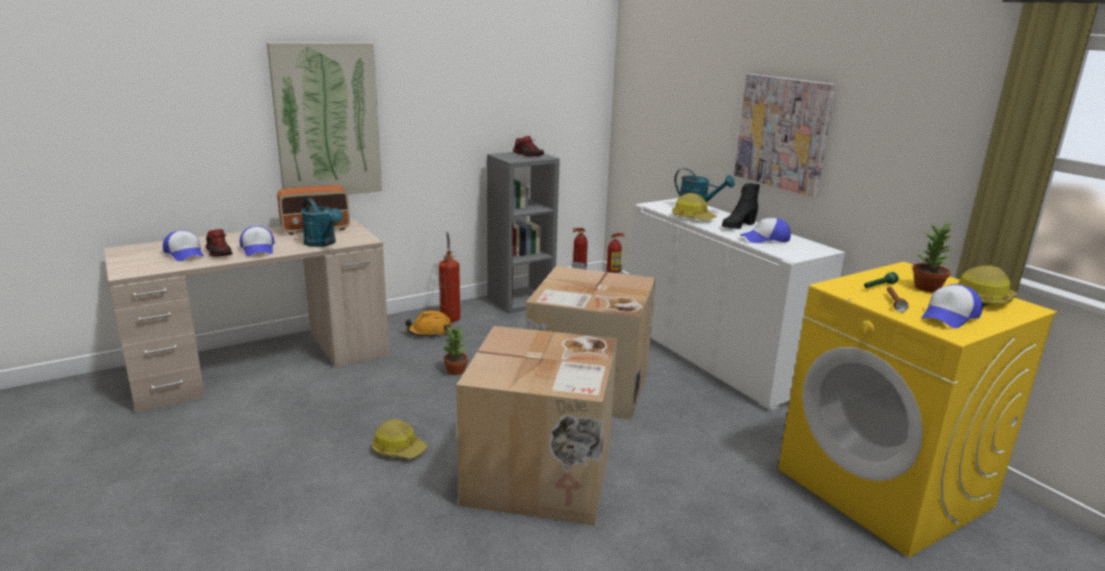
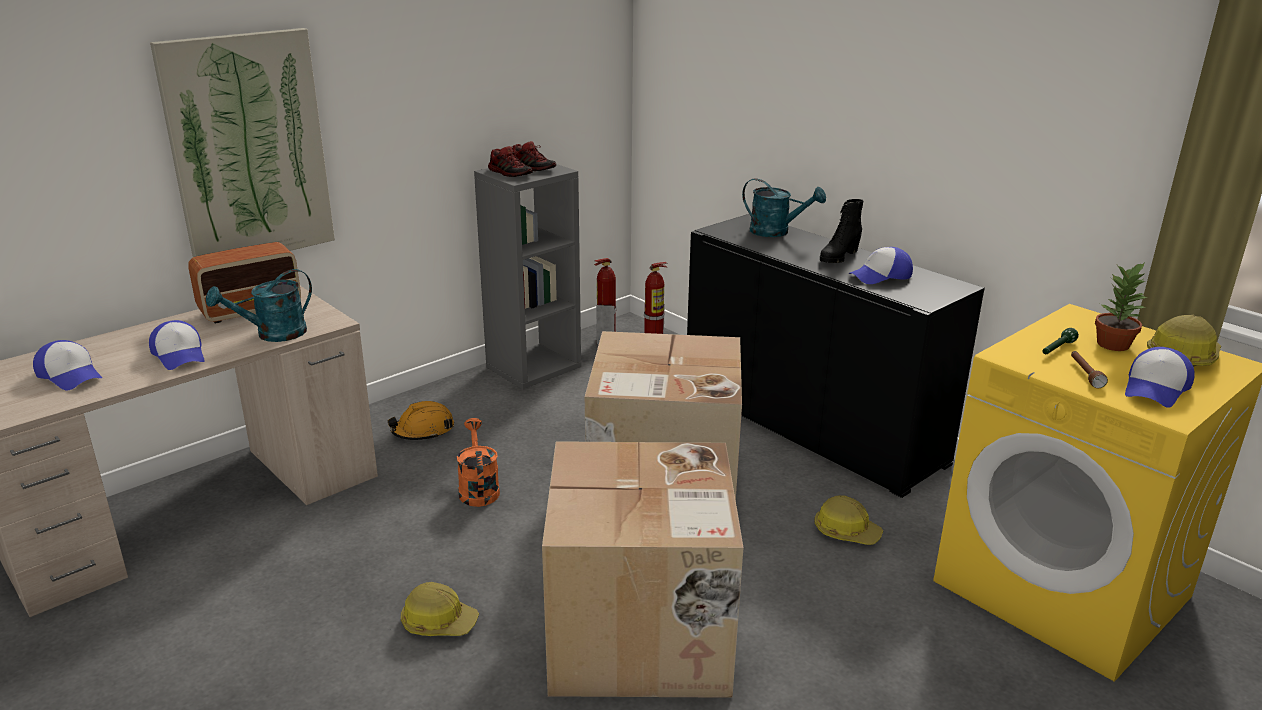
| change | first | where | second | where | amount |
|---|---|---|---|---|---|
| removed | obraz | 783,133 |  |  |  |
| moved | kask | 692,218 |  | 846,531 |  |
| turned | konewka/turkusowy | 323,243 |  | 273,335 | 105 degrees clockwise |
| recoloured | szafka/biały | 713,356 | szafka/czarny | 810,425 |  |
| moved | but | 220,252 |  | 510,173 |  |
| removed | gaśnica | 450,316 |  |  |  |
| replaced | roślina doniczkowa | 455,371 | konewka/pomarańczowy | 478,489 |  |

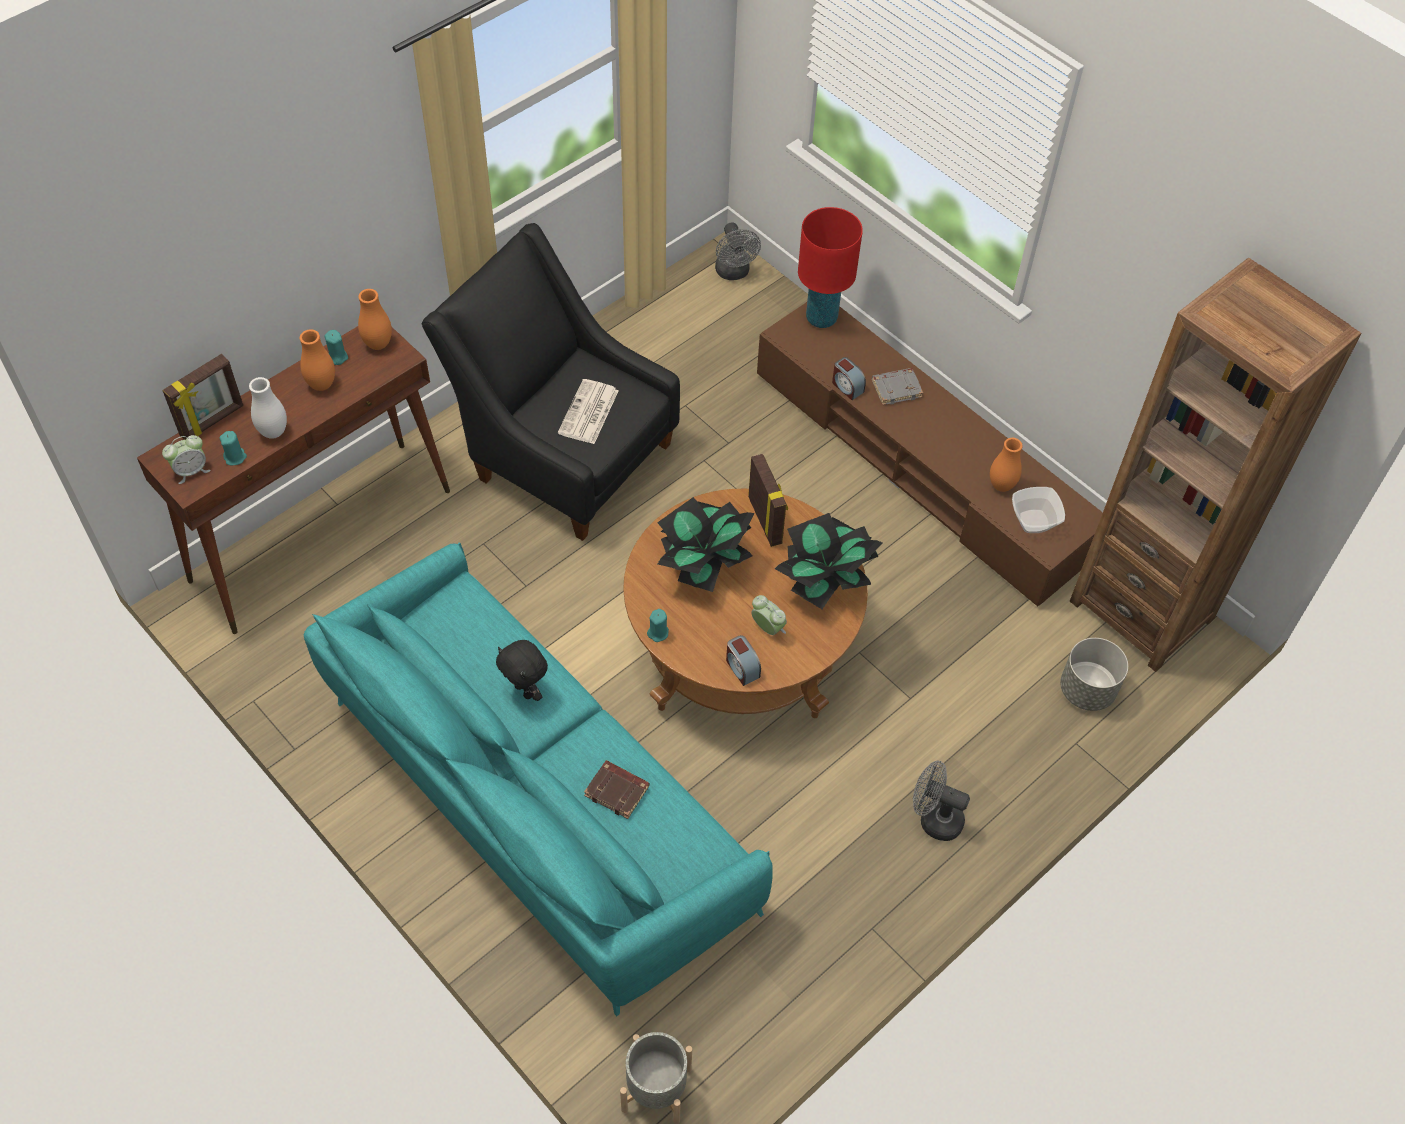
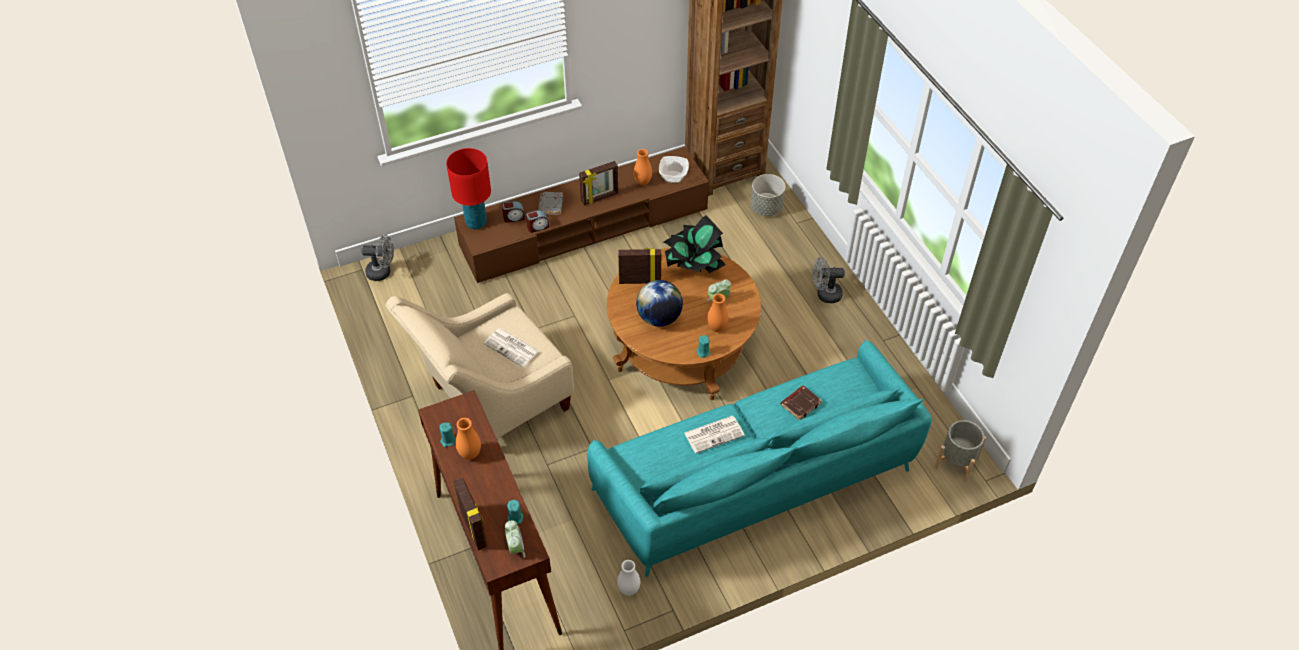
| change | first | where | second | where | amount |
|---|---|---|---|---|---|
| recoloured | fotel/czarny | 563,454 | fotel/beżowy | 492,402 |  |
| moved | wazon/pomarańczowy | 378,344 |  | 717,328 |  |
| moved | wazon/biały | 273,432 |  | 629,590 |  |
| replaced | roślina doniczkowa | 703,562 | globus | 659,318 |  |
| moved | budzik | 742,668 |  | 514,217 |  |
| replaced | pluszak/czarny | 525,690 | gazeta | 714,434 |  |
| turned | wentylator/szary | 934,818 |  | 825,294 | 45 degrees clockwise |
| added |  |  | ramka na zdjęcie | 600,198 |  |

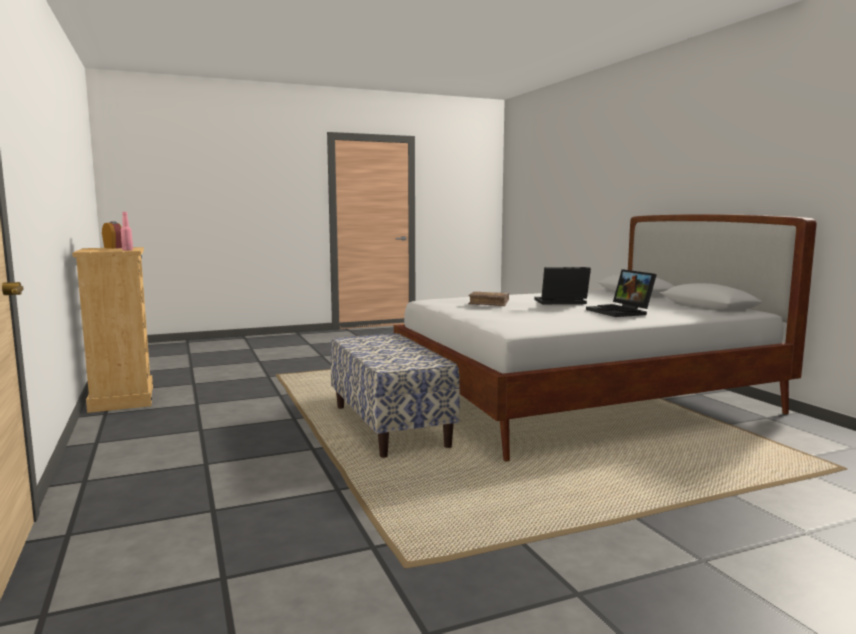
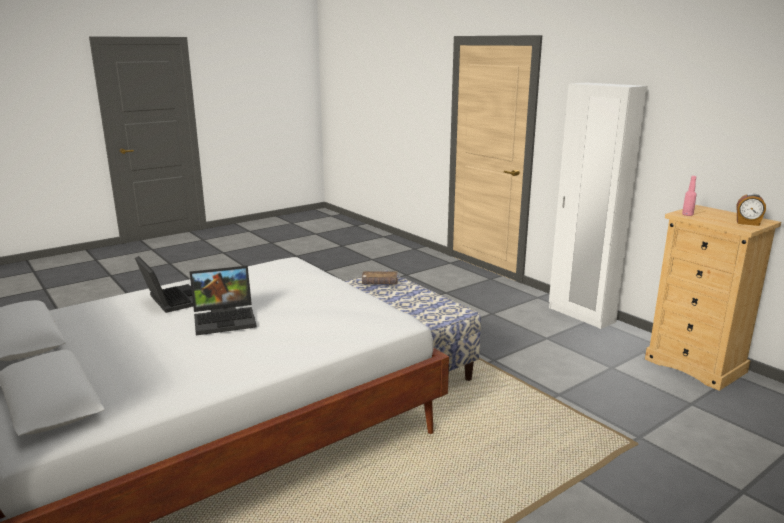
| change | first | where | second | where | amount |
|---|---|---|---|---|---|
| moved | książka/brązowy | 489,303 |  | 379,283 |  |
| added |  |  | szafa/biały | 581,315 |  |

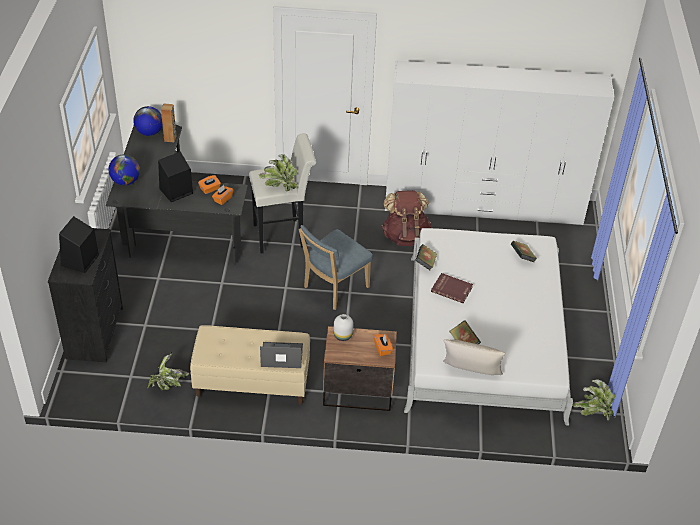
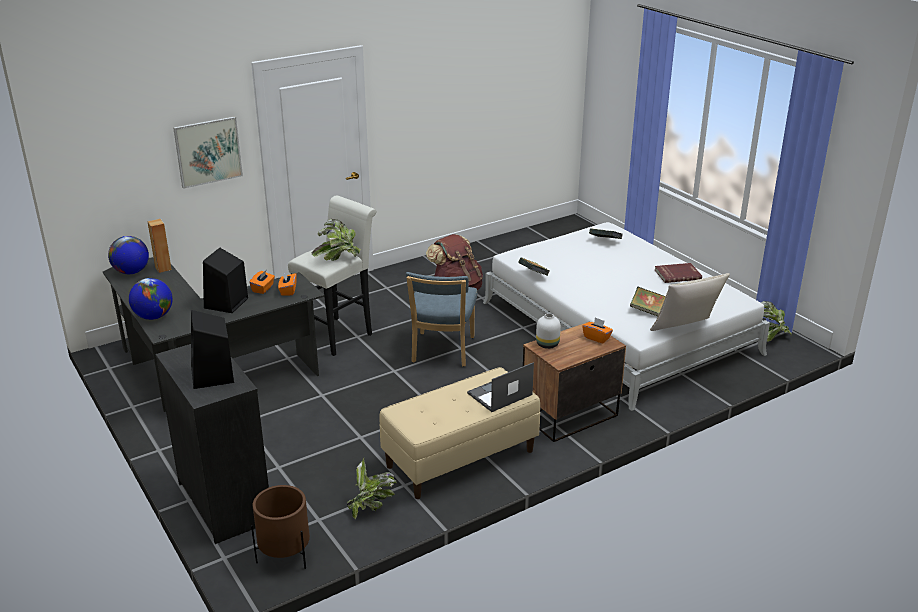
| change | first | where | second | where | amount |
|---|---|---|---|---|---|
| removed | szafa/biały | 483,207 |  |  |  |
| moved | książka/czerwony | 452,289 |  | 677,274 |  |
| added |  |  | obraz | 208,151 |  |
| added |  |  | donica/brązowy | 285,555 |  |

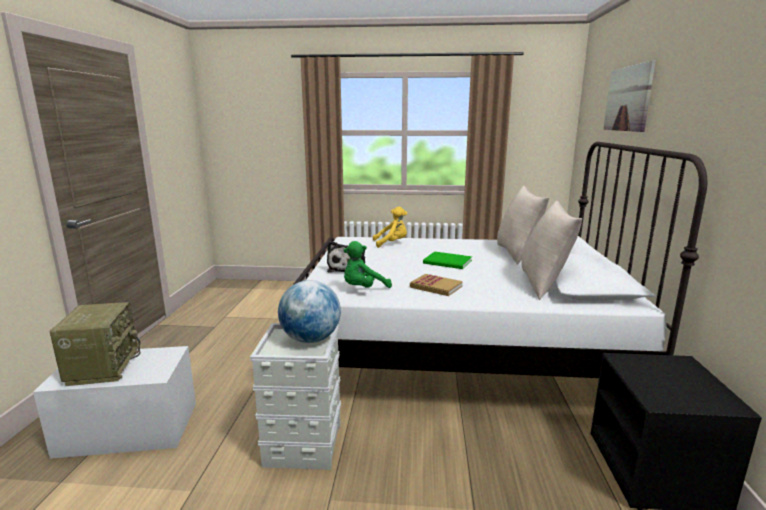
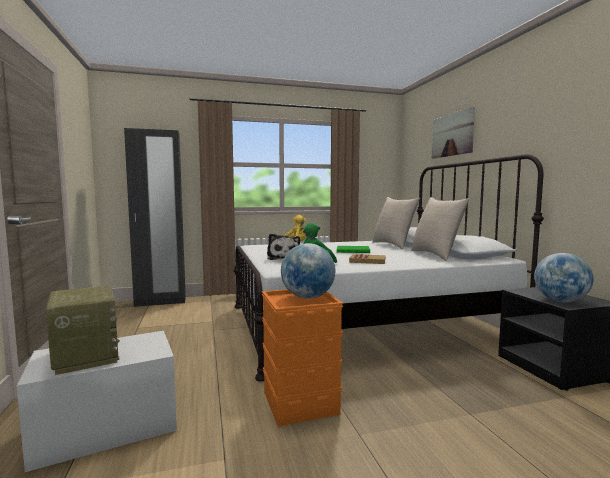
| change | first | where | second | where | amount |
|---|---|---|---|---|---|
| recoloured | pojemnik do przechowywania/szary | 302,444 | pojemnik do przechowywania/pomarańczowy | 299,402 |  |
| added |  |  | szafa/czarny | 160,302 |  |
| added |  |  | globus | 560,301 |  |

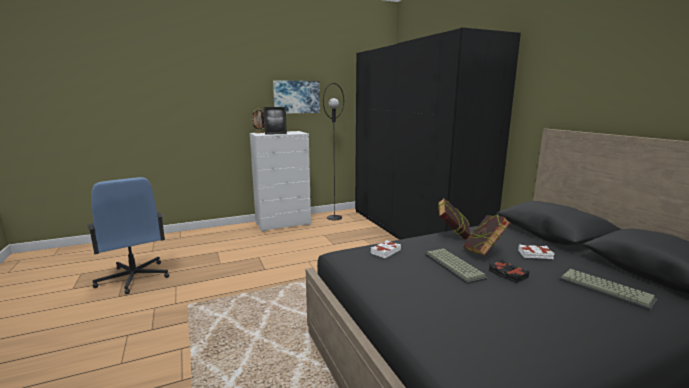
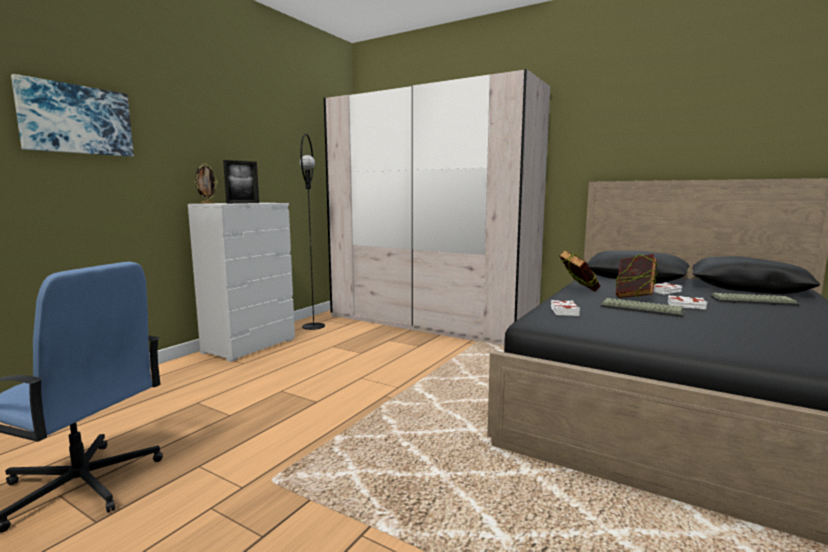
| change | first | where | second | where | amount |
|---|---|---|---|---|---|
| recoloured | szafa/czarny | 413,231 | szafa/beżowy | 429,322 |  |
| moved | obraz | 296,97 |  | 76,119 |  |
| recoloured | książka/czarny | 508,274 | książka/biały | 686,306 |  |

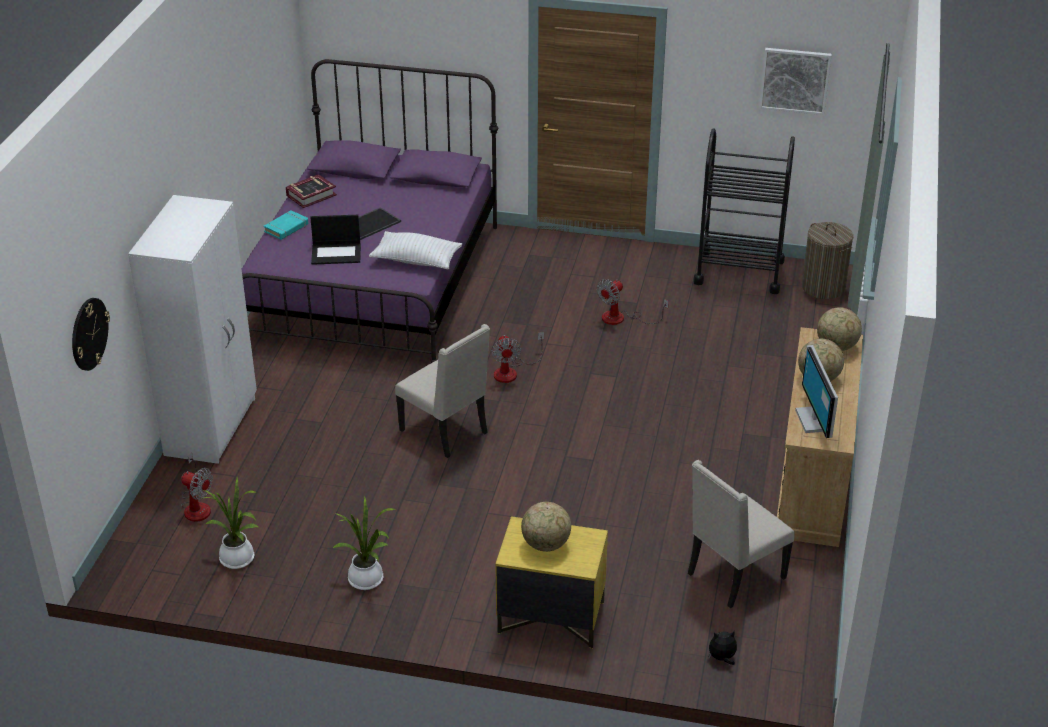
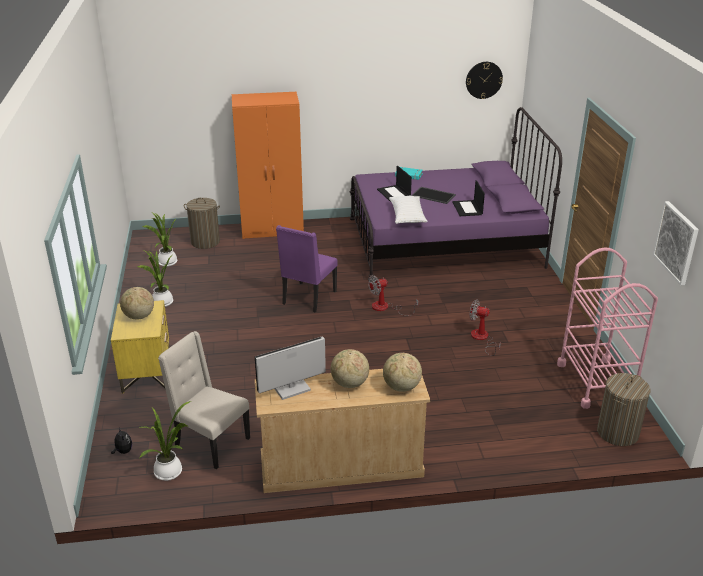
| change | first | where | second | where | amount |
|---|---|---|---|---|---|
| recoloured | wózek/czarny | 739,272 | wózek/różowy | 596,382 |  |
| removed | książka | 311,195 |  |  |  |
| recoloured | szafa/biały | 212,426 | szafa/pomarańczowy | 273,229 |  |
| moved | zegar ścienny | 89,334 |  | 484,80 |  |
| recoloured | krzesło/beżowy | 446,432 | krzesło/fioletowy | 308,298 |  |
| replaced | wentylator | 197,506 | kosz na pranie | 205,242 |  |
| added |  |  | laptop | 467,208 |  |
| added |  |  | roślina doniczkowa | 170,472 |  |

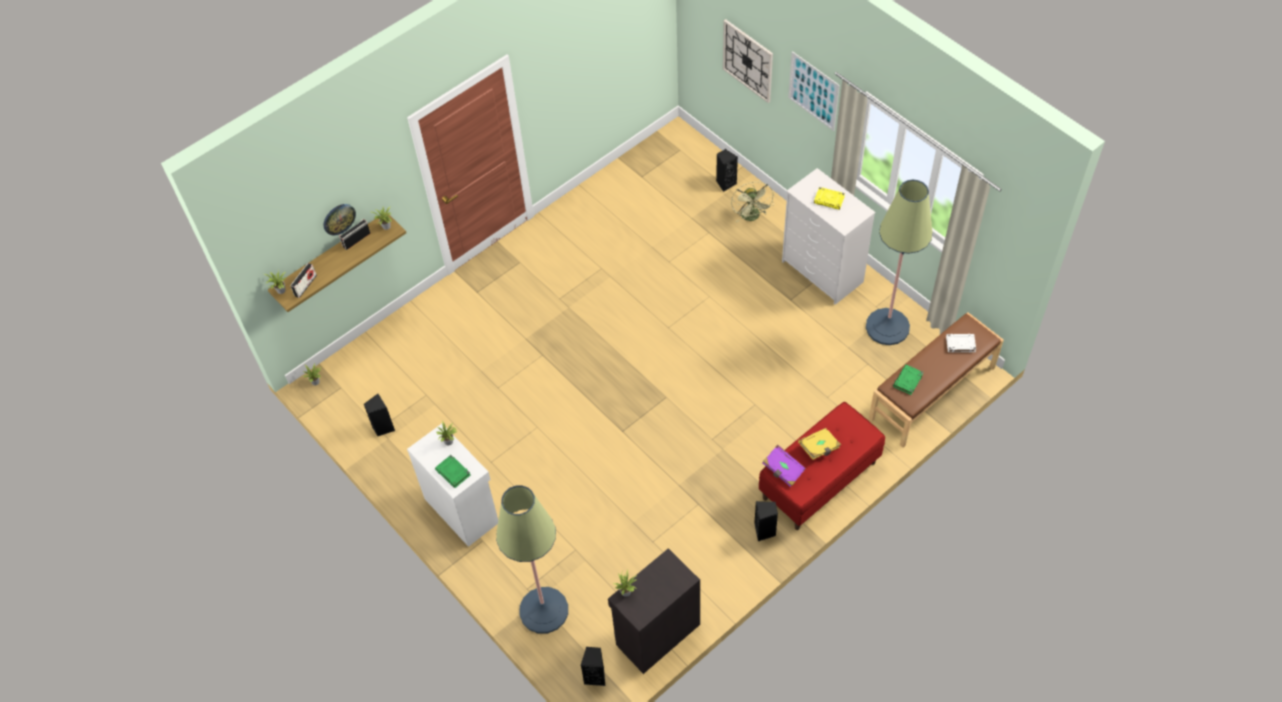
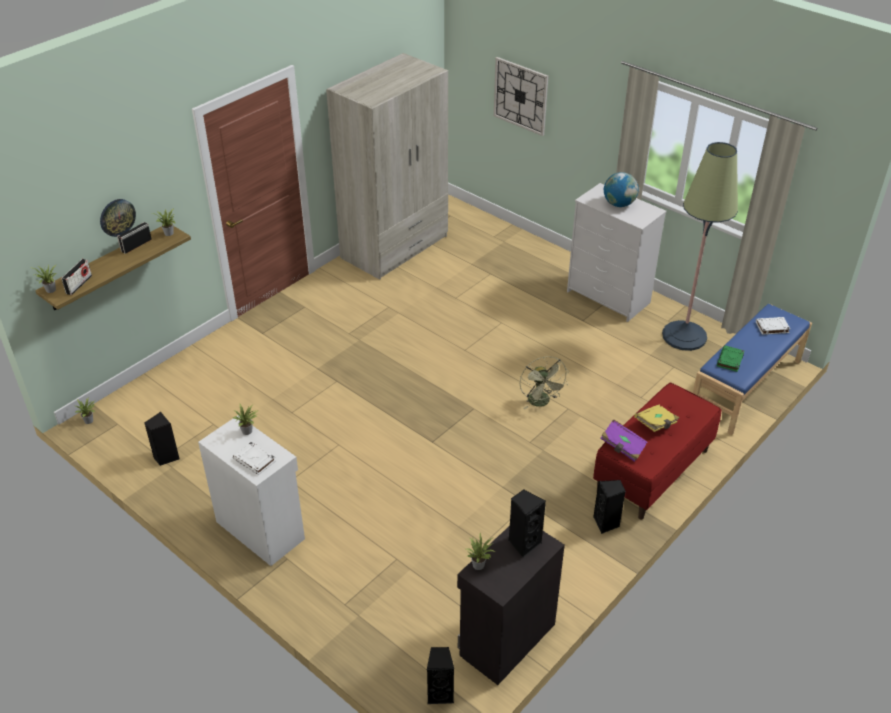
| change | first | where | second | where | amount |
|---|---|---|---|---|---|
| removed | obraz | 813,91 |  |  |  |
| moved | głośnik/czarny | 725,183 |  | 523,543 |  |
| moved | wentylator/zielony | 752,217 |  | 541,402 |  |
| replaced | książka/żółty | 829,200 | globus | 619,204 |  |
| recoloured | ławka/brązowy | 933,393 | ławka/niebieski | 746,387 |  |
| recoloured | książka/zielony | 453,473 | książka/biały | 255,460 |  |
| removed | lampa stojąca | 544,610 |  |  |  |
| added |  |  | szafa/beżowy | 395,247 |  |

